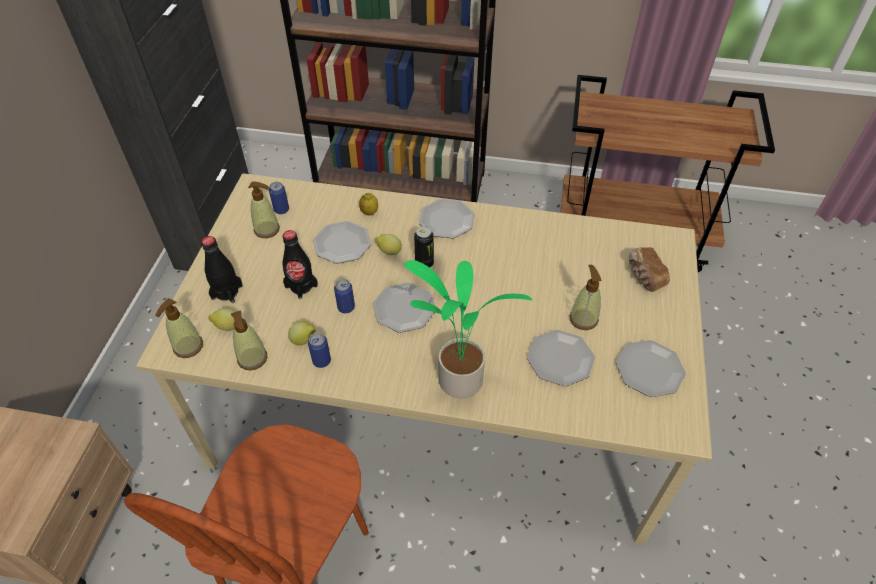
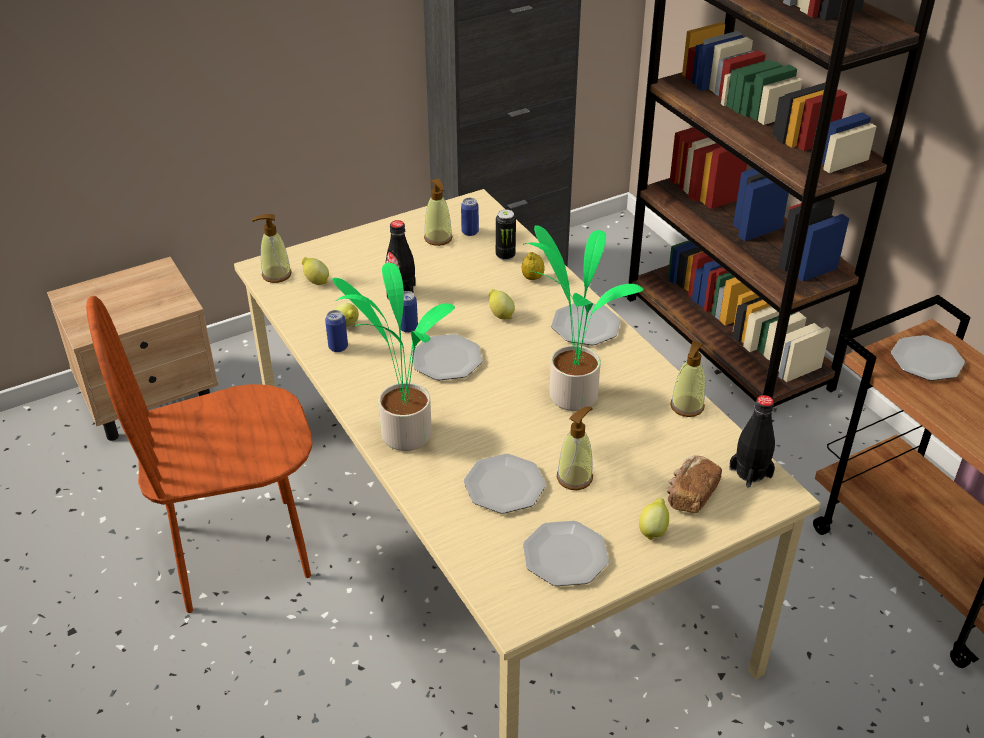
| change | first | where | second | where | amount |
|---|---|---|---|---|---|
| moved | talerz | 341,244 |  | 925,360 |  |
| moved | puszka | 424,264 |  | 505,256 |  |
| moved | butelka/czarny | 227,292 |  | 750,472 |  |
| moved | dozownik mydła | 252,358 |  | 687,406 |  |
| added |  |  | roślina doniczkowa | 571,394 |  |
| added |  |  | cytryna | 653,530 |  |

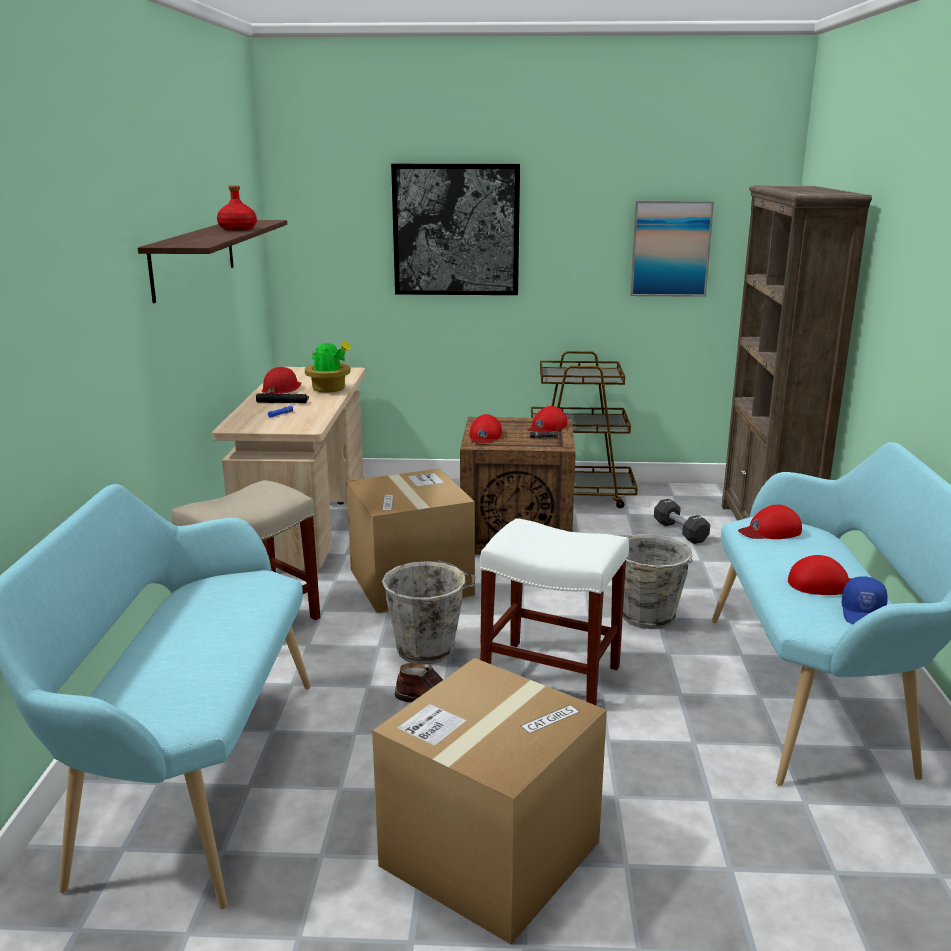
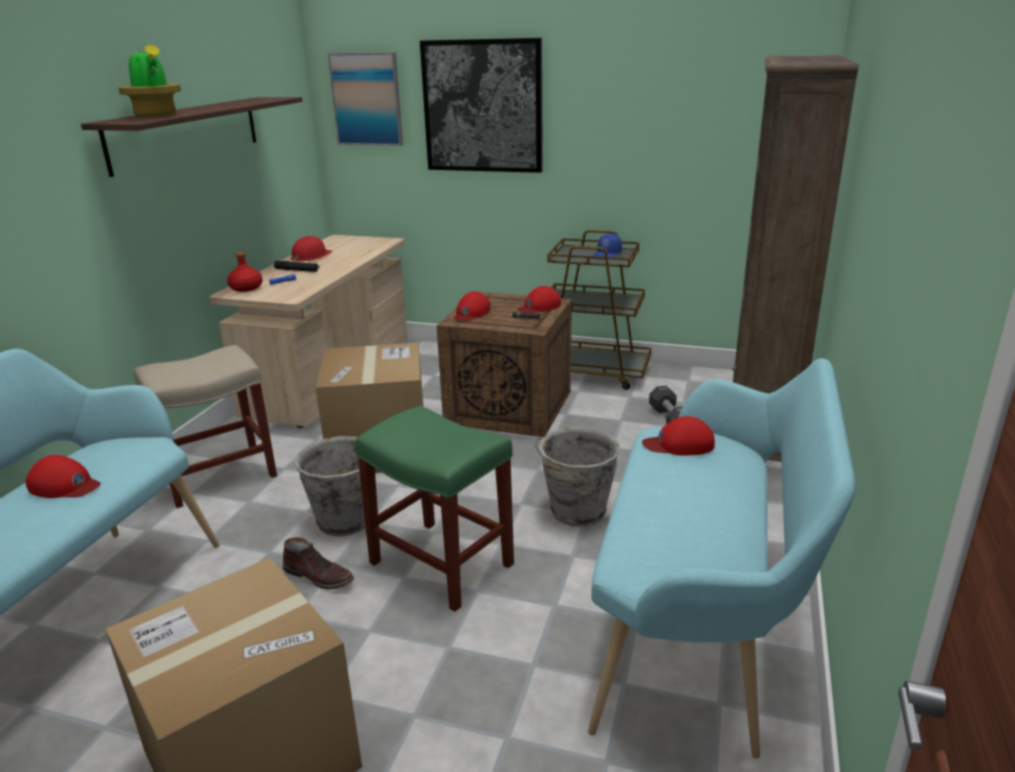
| change | first | where | second | where | amount |
|---|---|---|---|---|---|
| moved | butelka/czerwony | 237,229 |  | 246,288 |  |
| moved | obraz | 670,248 |  | 367,99 |  |
| moved | roślina doniczkowa | 330,389 |  | 156,115 |  |
| recoloured | stołek/biały | 553,675 | stołek/zielony | 443,564 |  |
| moved | czapka z daszkiem/czerwony | 824,584 |  | 64,485 |  |
| moved | czapka z daszkiem/niebieski | 864,614 |  | 607,255 |  |

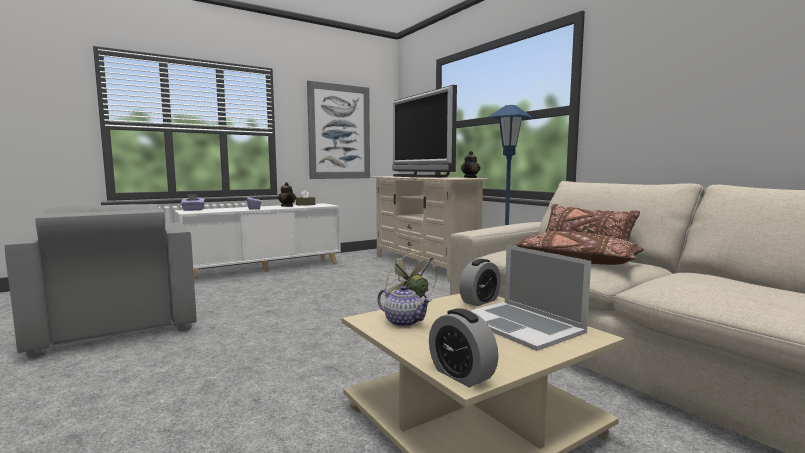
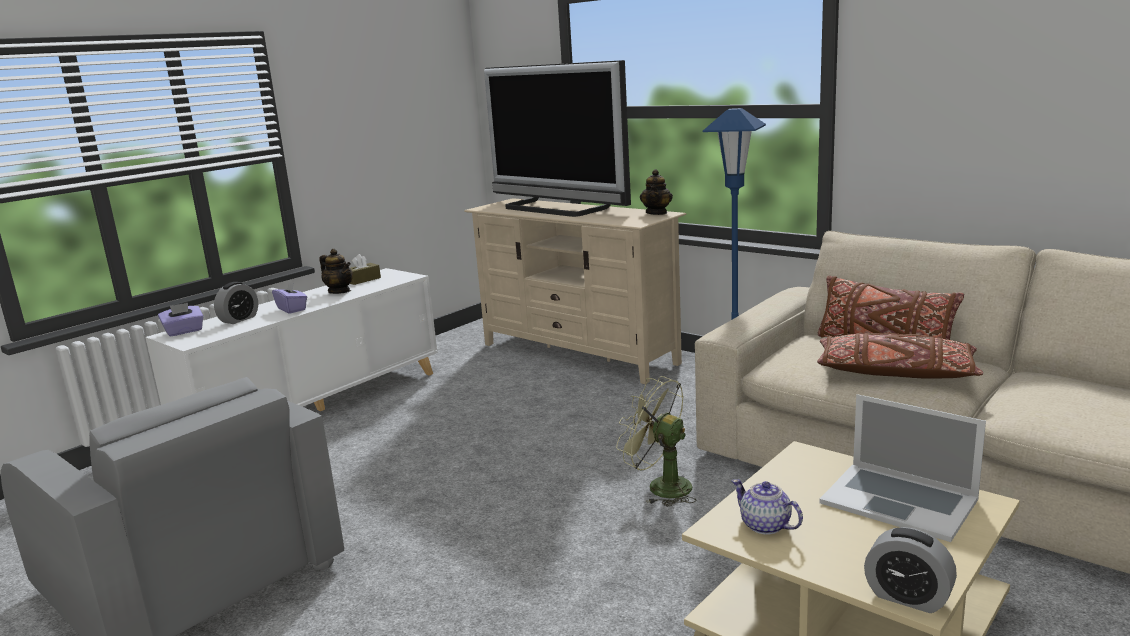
| change | first | where | second | where | amount |
|---|---|---|---|---|---|
| removed | obraz | 339,132 |  |  |  |
| moved | budzik | 480,301 |  | 239,319 |  |
| turned | imbryk | 403,322 |  | 765,526 | 150 degrees counterclockwise |

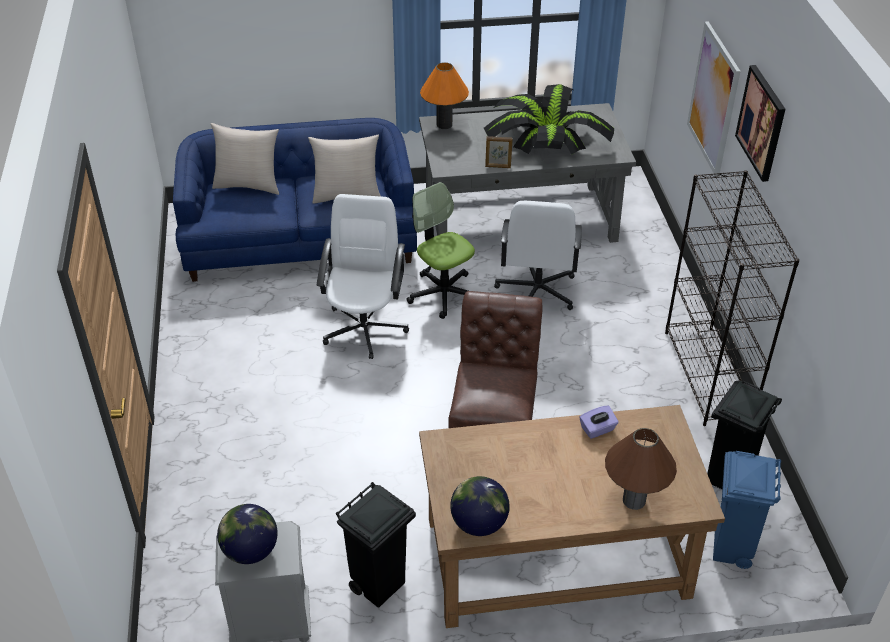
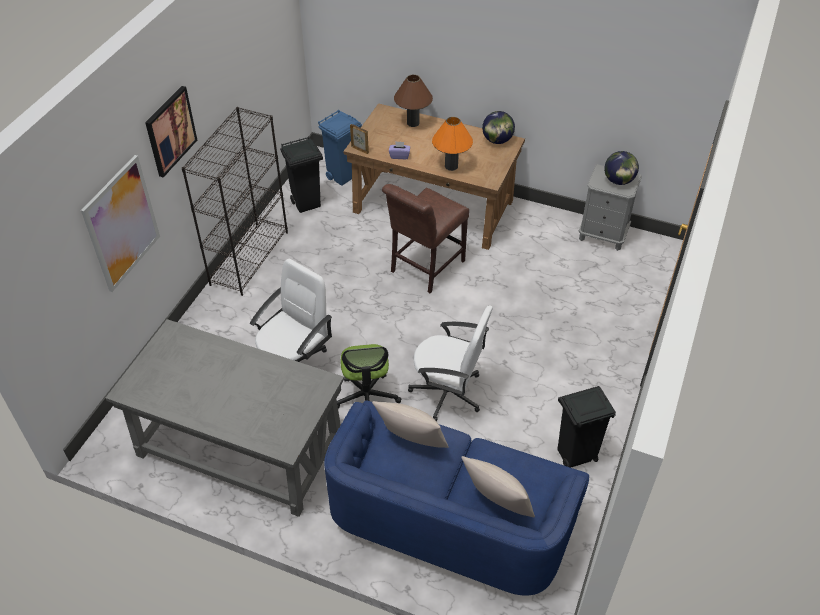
| change | first | where | second | where | amount |
|---|---|---|---|---|---|
| moved | lampa stołowa/pomarańczowy | 444,124 |  | 451,166 |  |
| removed | roślina doniczkowa | 545,139 |  |  |  |
| moved | ramka na zdjęcie | 498,167 |  | 360,149 |  |
| turned | krzesło biurowe/biały | 365,328 |  | 448,393 | 105 degrees counterclockwise |
| moved | kosz na śmieci/czarny | 379,585 |  | 575,456 |  |

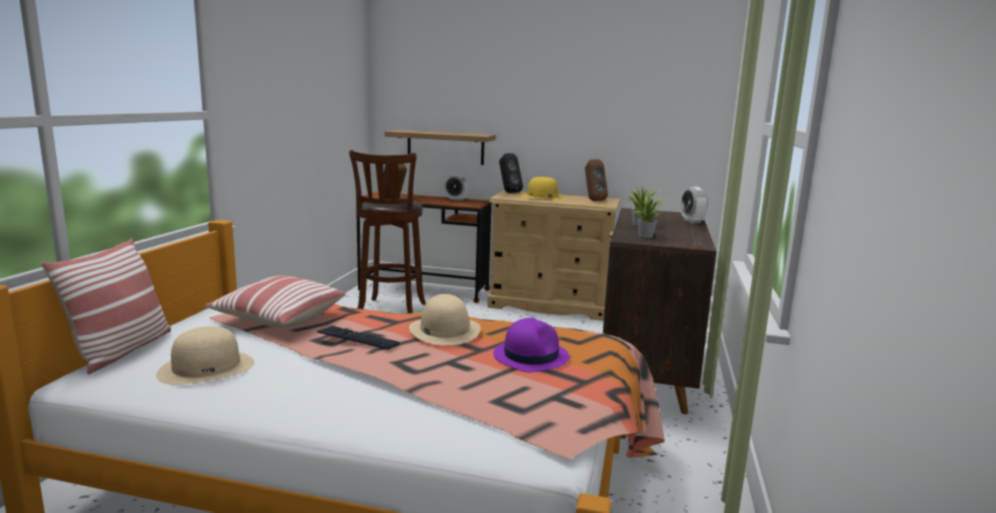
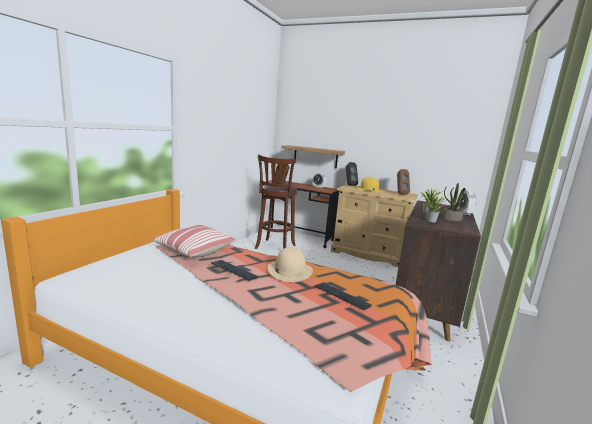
| change | first | where | second | where | amount |
|---|---|---|---|---|---|
| removed | poduszka | 121,350 |  |  |  |
| replaced | kapelusz/fioletowy | 531,356 | klawiatura | 341,296 |  |
| removed | kapelusz/beżowy | 207,368 |  |  |  |
| added |  |  | roślina doniczkowa | 451,219 |  |

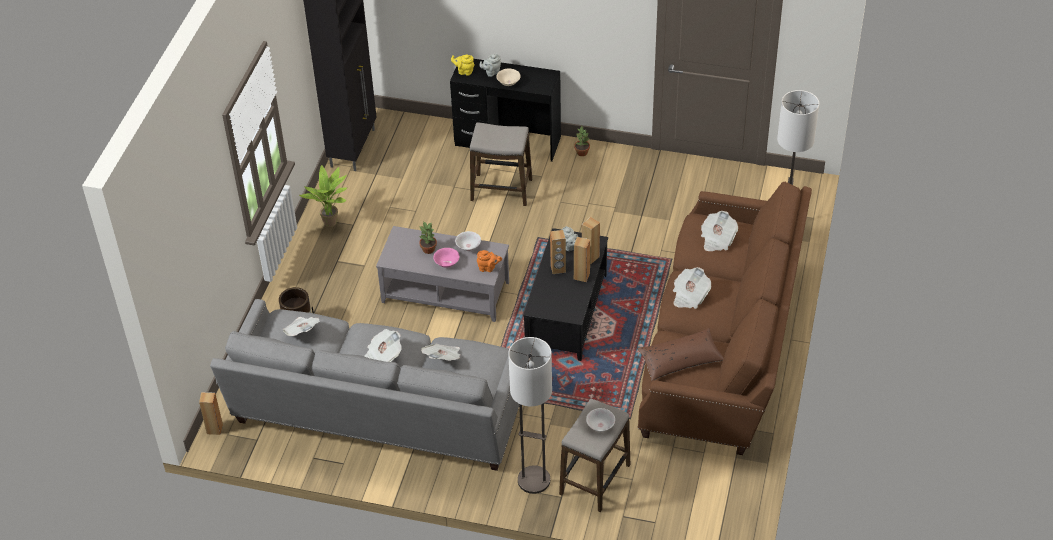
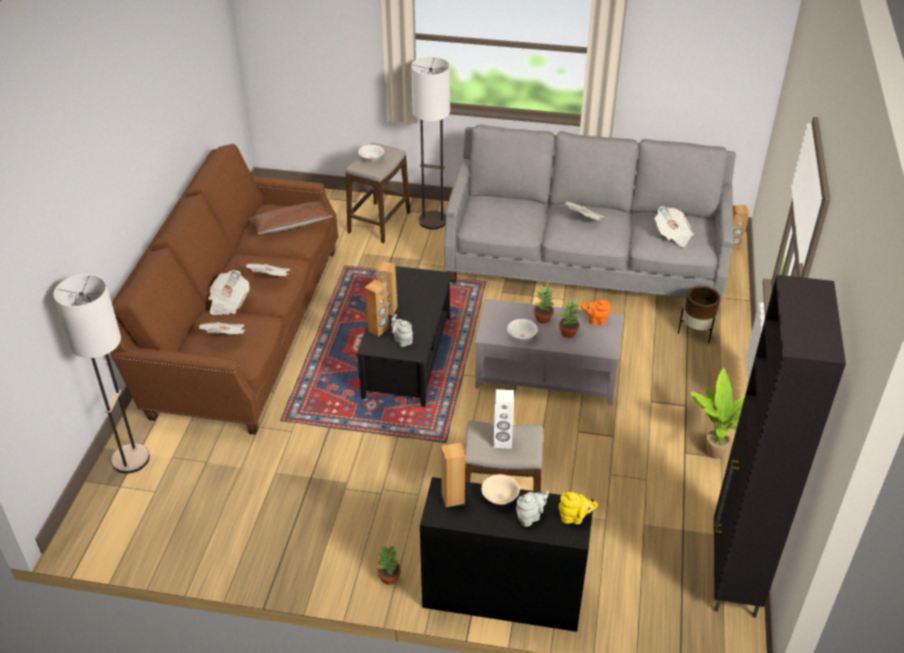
| change | first | where | second | where | amount |
|---|---|---|---|---|---|
| moved | głośnik/brązowy | 558,269 |  | 452,498 |  |
| replaced | miska/różowy | 447,263 | roślina doniczkowa | 543,318 |  |
| moved | imbryk/pomarańczowy | 488,268 |  | 595,320 |  |
| moved | gazeta | 443,359 |  | 228,303 |  |
| added |  |  | głośnik/biały | 502,442 |  |

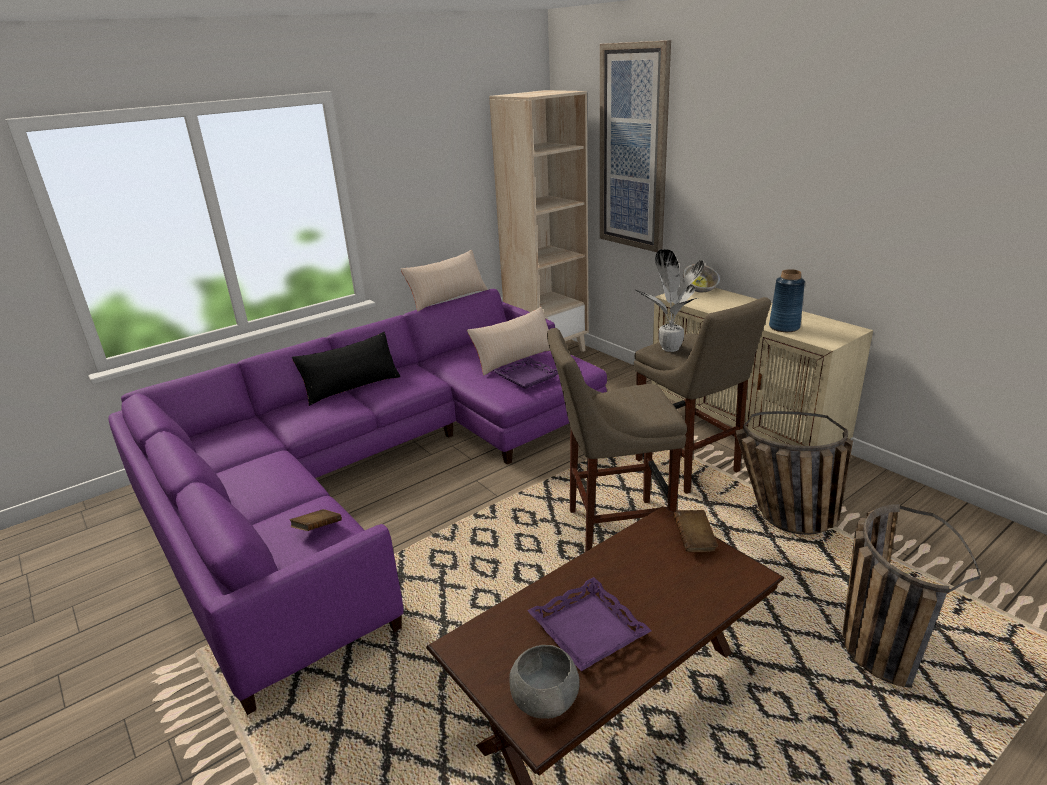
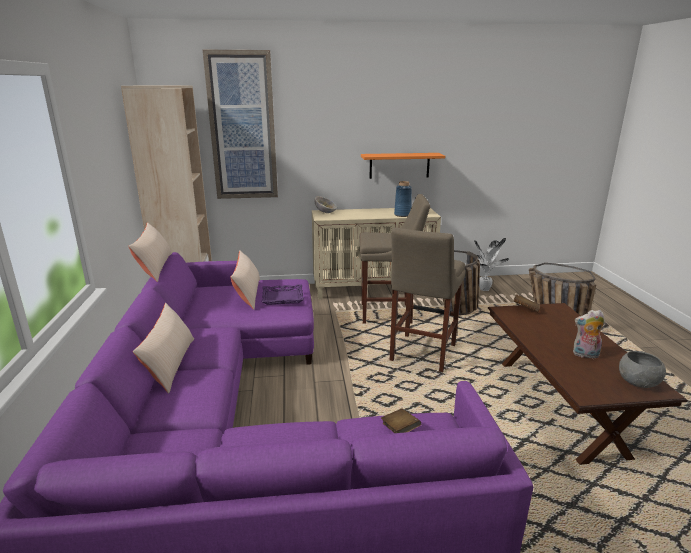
| change | first | where | second | where | amount |
|---|---|---|---|---|---|
| moved | roślina doniczkowa | 669,349 |  | 485,289 |  |
| recoloured | poduszka/czarny | 351,387 | poduszka/beżowy | 170,364 |  |
| replaced | taca/fioletowy | 589,629 | pluszak | 585,355 |  |
| added |  |  | półka/pomarańczowy | 399,165 |  |

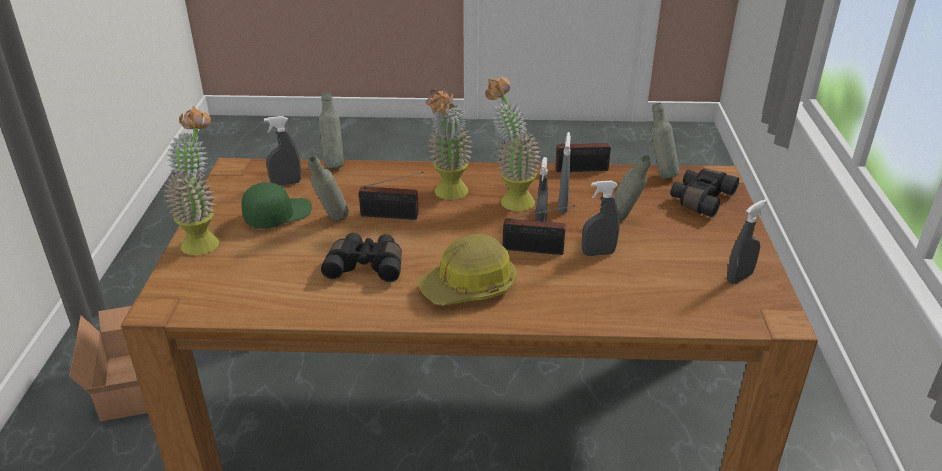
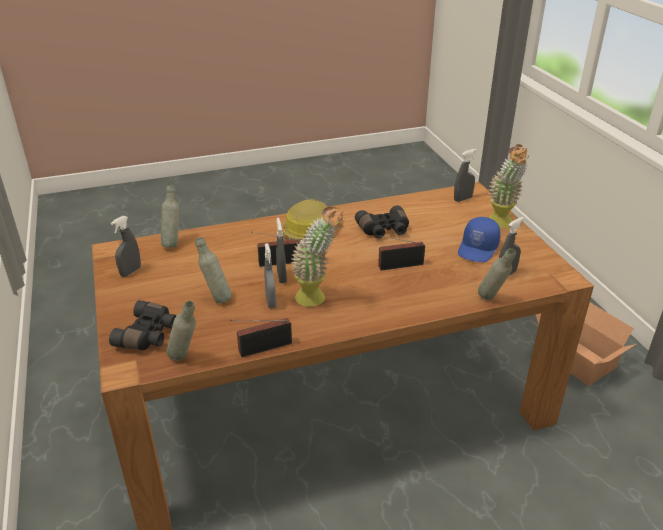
| change | first | where | second | where | amount |
|---|---|---|---|---|---|
| removed | roślina doniczkowa | 449,196 |  |  |  |
| moved | butelka/szary | 332,222 |  | 173,243 |  |
| moved | spryskiwacz/szary | 598,253 |  | 462,199 |  |
| recoloured | czapka z daszkiem/zielony | 277,215 | czapka z daszkiem/niebieski | 478,249 |  |

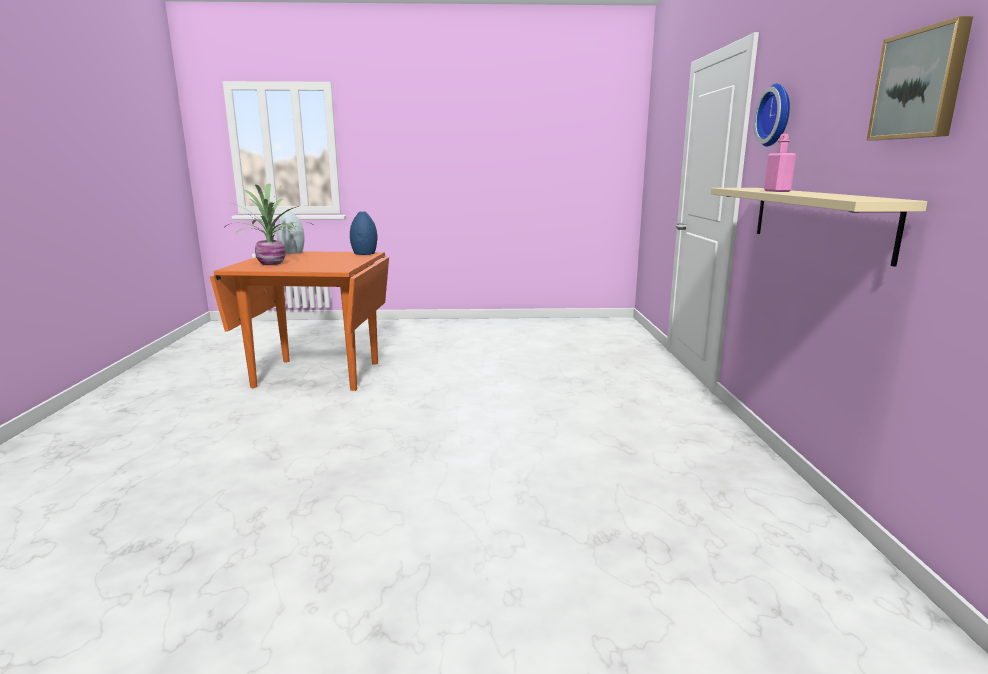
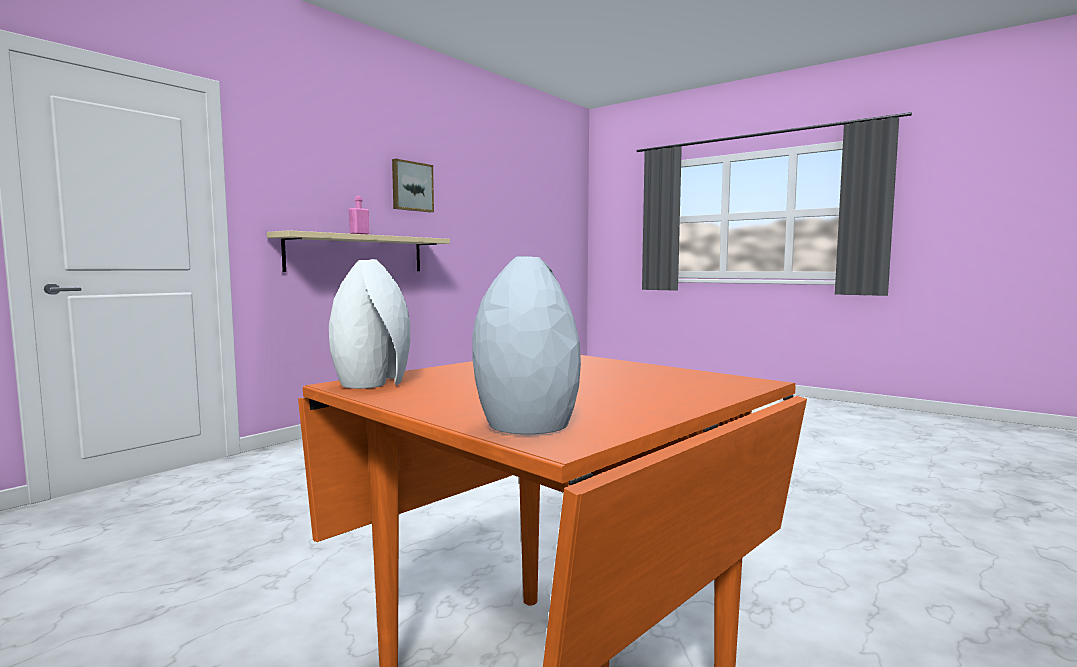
| change | first | where | second | where | amount |
|---|---|---|---|---|---|
| removed | zegar ścienny | 776,115 |  |  |  |
| removed | roślina doniczkowa | 273,263 |  |  |  |
| recoloured | wazon/niebieski | 364,254 | wazon/biały | 374,384 |  |

